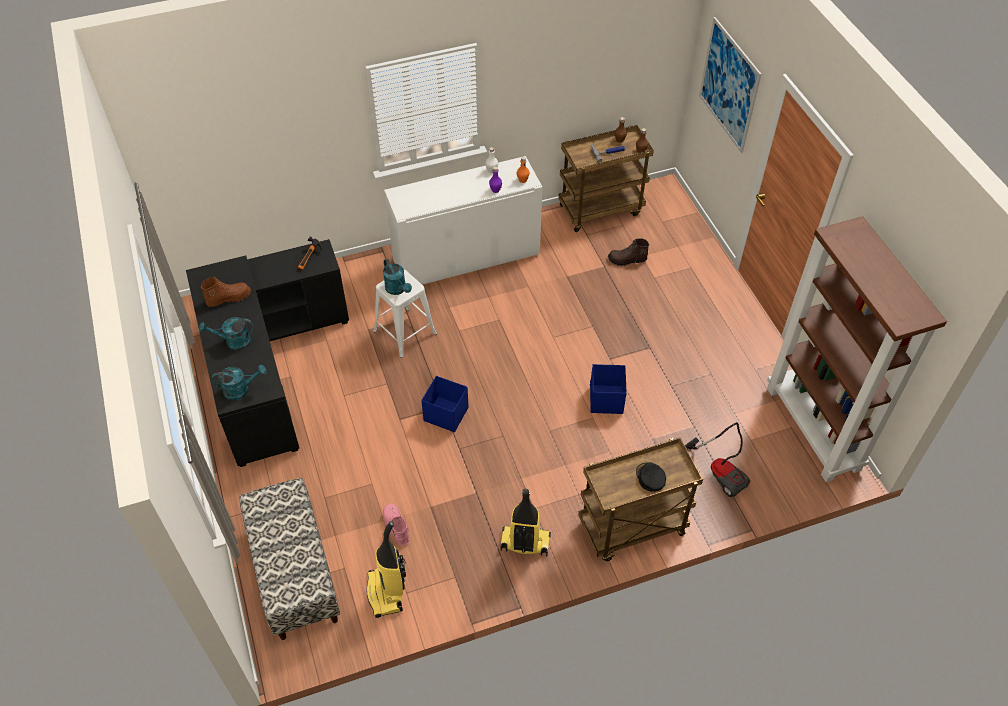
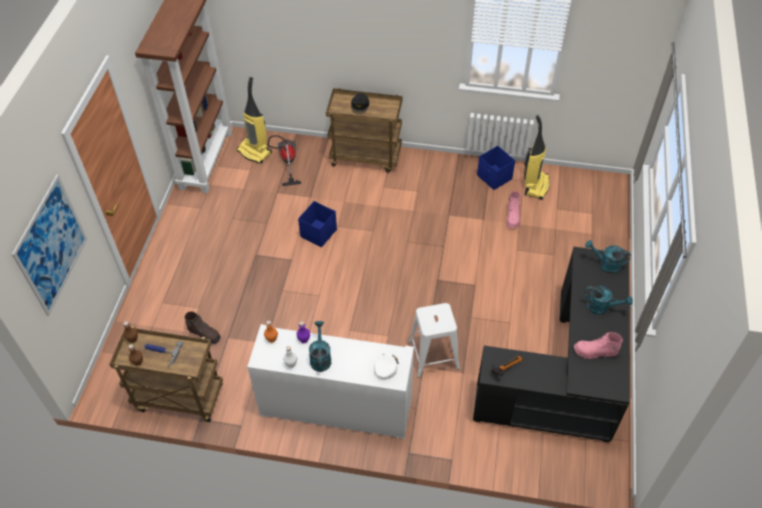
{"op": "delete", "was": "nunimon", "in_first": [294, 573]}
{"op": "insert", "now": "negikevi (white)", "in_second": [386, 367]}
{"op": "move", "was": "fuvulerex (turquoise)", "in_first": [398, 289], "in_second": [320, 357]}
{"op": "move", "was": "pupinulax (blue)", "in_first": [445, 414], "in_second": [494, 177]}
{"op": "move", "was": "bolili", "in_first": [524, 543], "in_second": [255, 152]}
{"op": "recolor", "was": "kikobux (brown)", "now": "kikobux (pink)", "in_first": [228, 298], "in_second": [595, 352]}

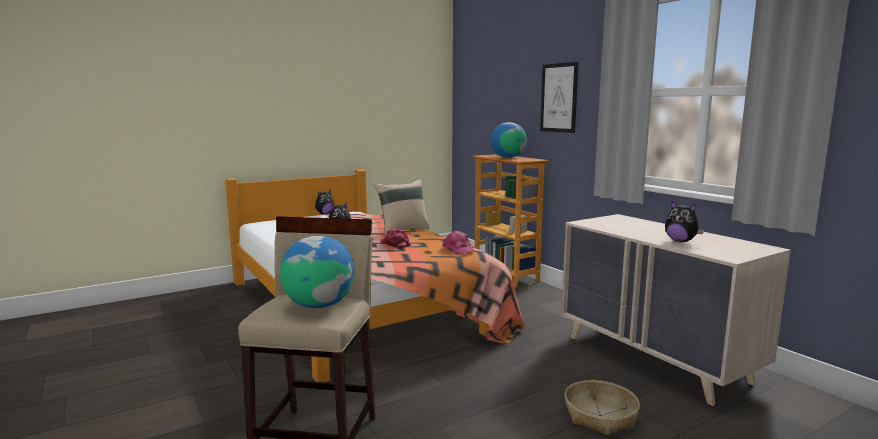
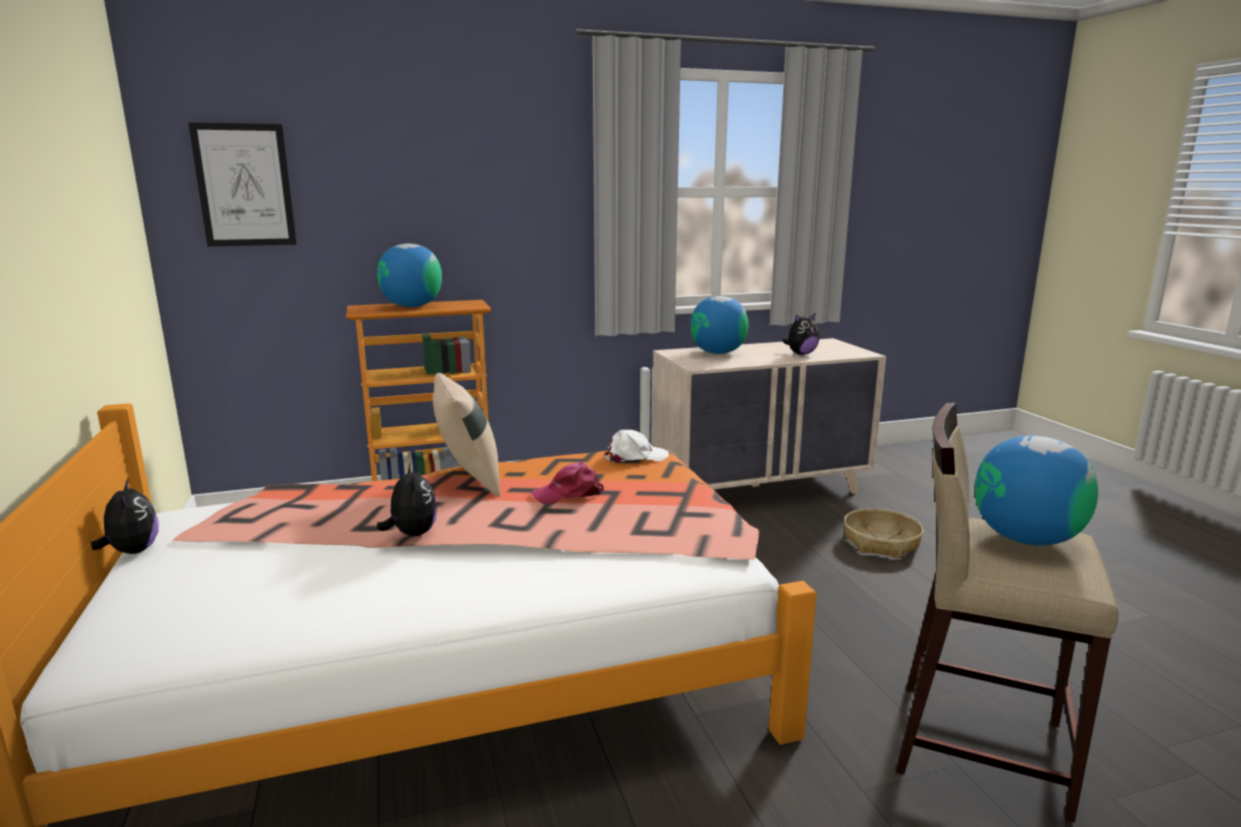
{"op": "insert", "now": "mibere", "in_second": [718, 353]}
{"op": "move", "was": "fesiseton", "in_first": [559, 98], "in_second": [244, 185]}
{"op": "recolor", "was": "negikevi (pink)", "now": "negikevi (white)", "in_first": [458, 249], "in_second": [635, 457]}

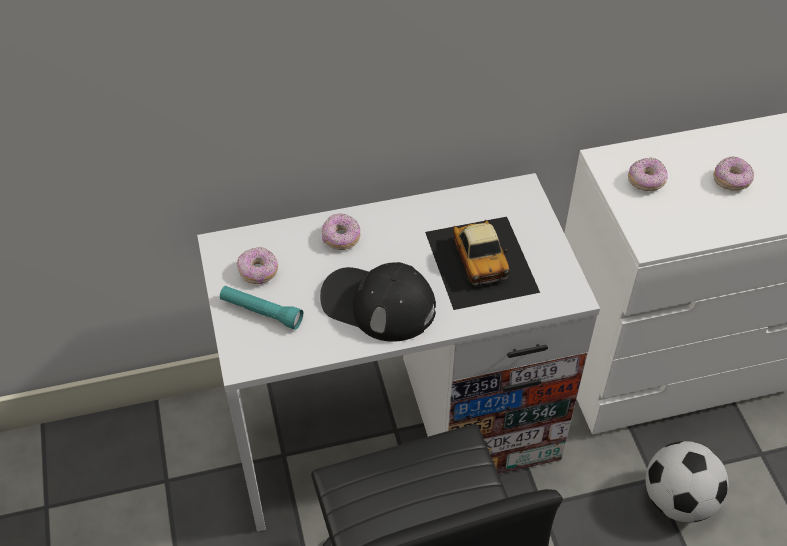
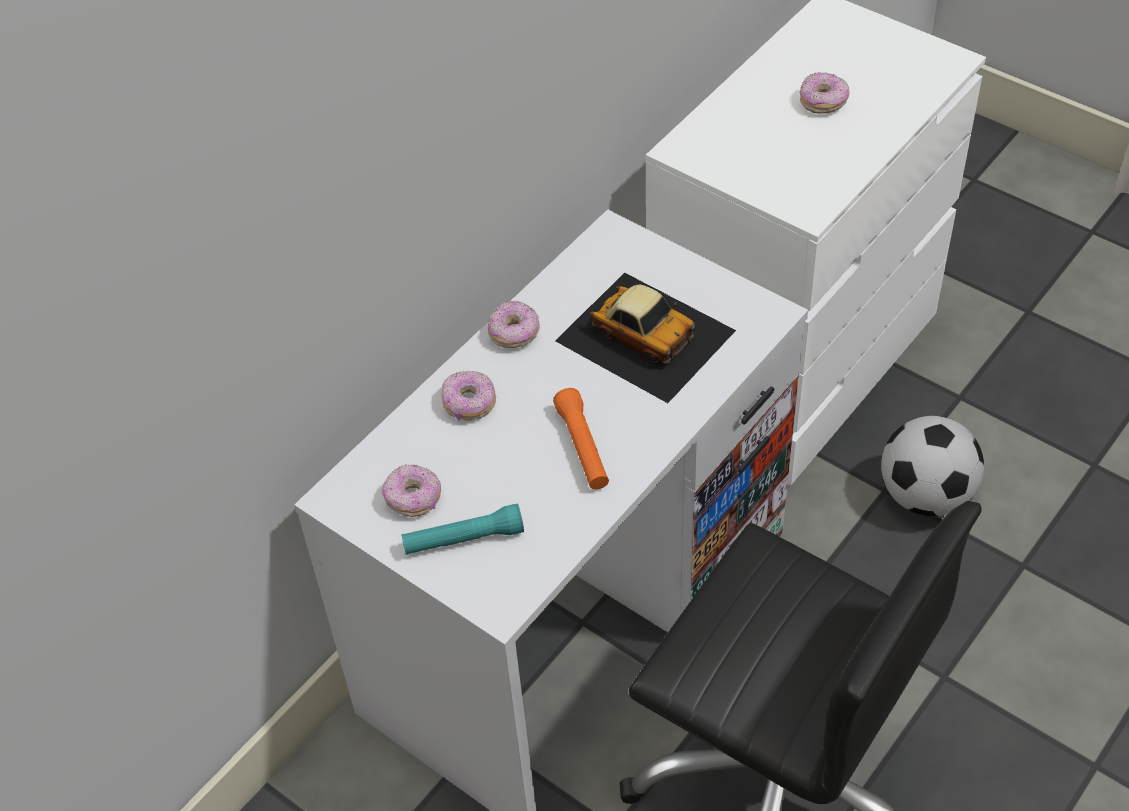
{"op": "move", "was": "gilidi", "in_first": [646, 181], "in_second": [514, 334]}
{"op": "replace", "was": "negikevi (black)", "now": "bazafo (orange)", "in_first": [378, 304], "in_second": [582, 447]}

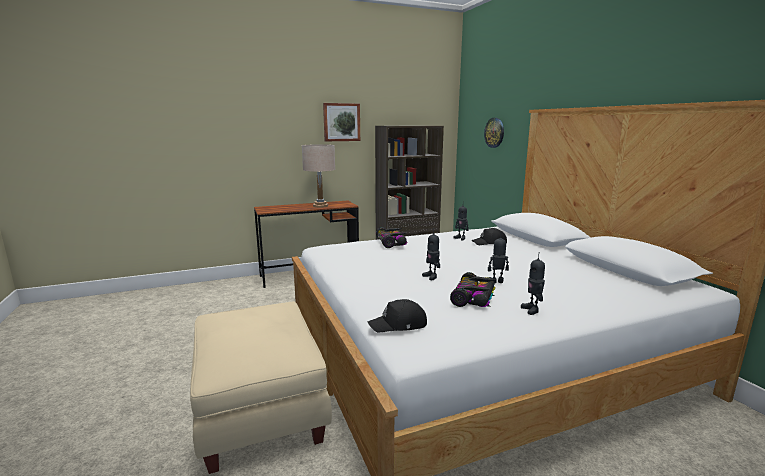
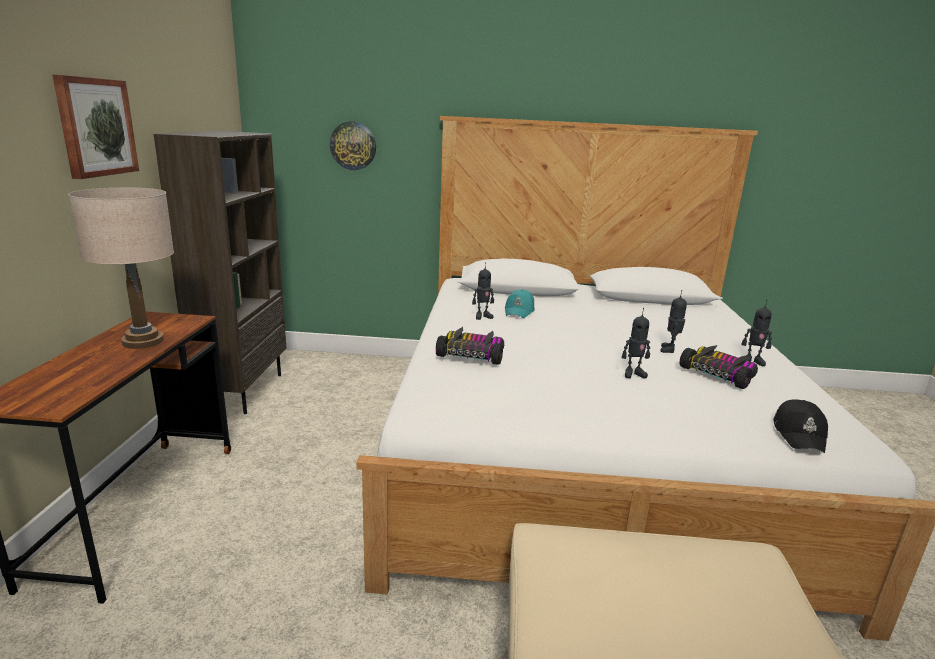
{"op": "recolor", "was": "negikevi (black)", "now": "negikevi (turquoise)", "in_first": [490, 243], "in_second": [520, 311]}

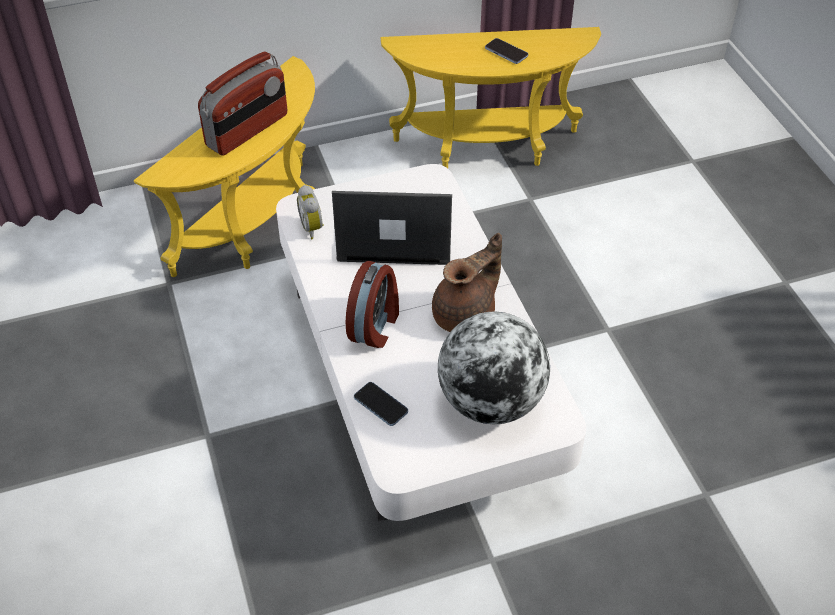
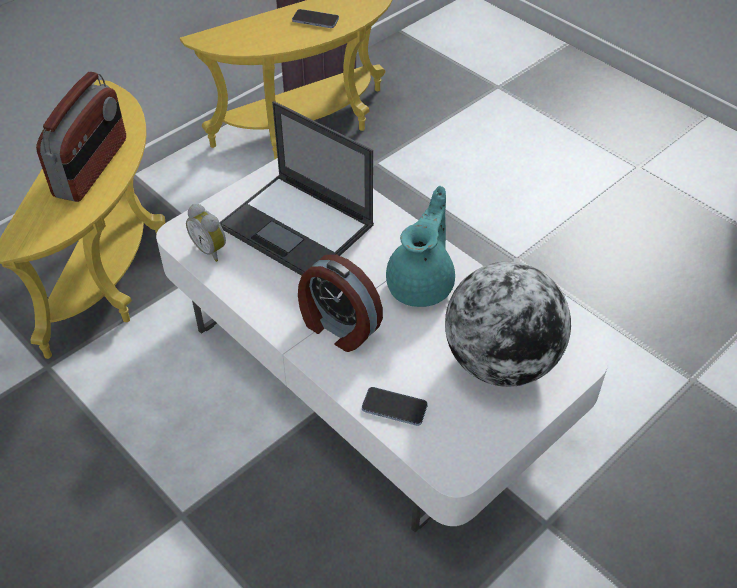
{"op": "recolor", "was": "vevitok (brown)", "now": "vevitok (turquoise)", "in_first": [466, 315], "in_second": [422, 284]}
{"op": "rotate", "was": "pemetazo", "in_first": [393, 232], "in_second": [298, 227], "clockwise": -120}
{"op": "rotate", "was": "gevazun", "in_first": [375, 326], "in_second": [338, 327], "clockwise": 135}

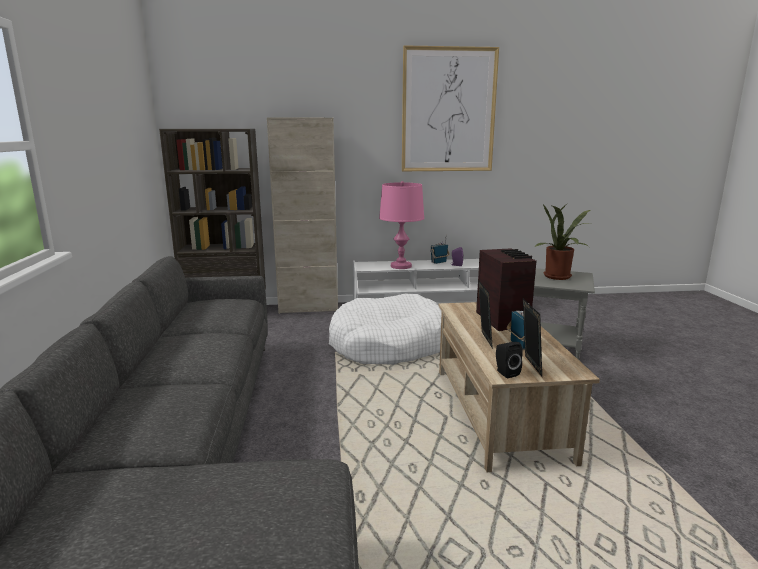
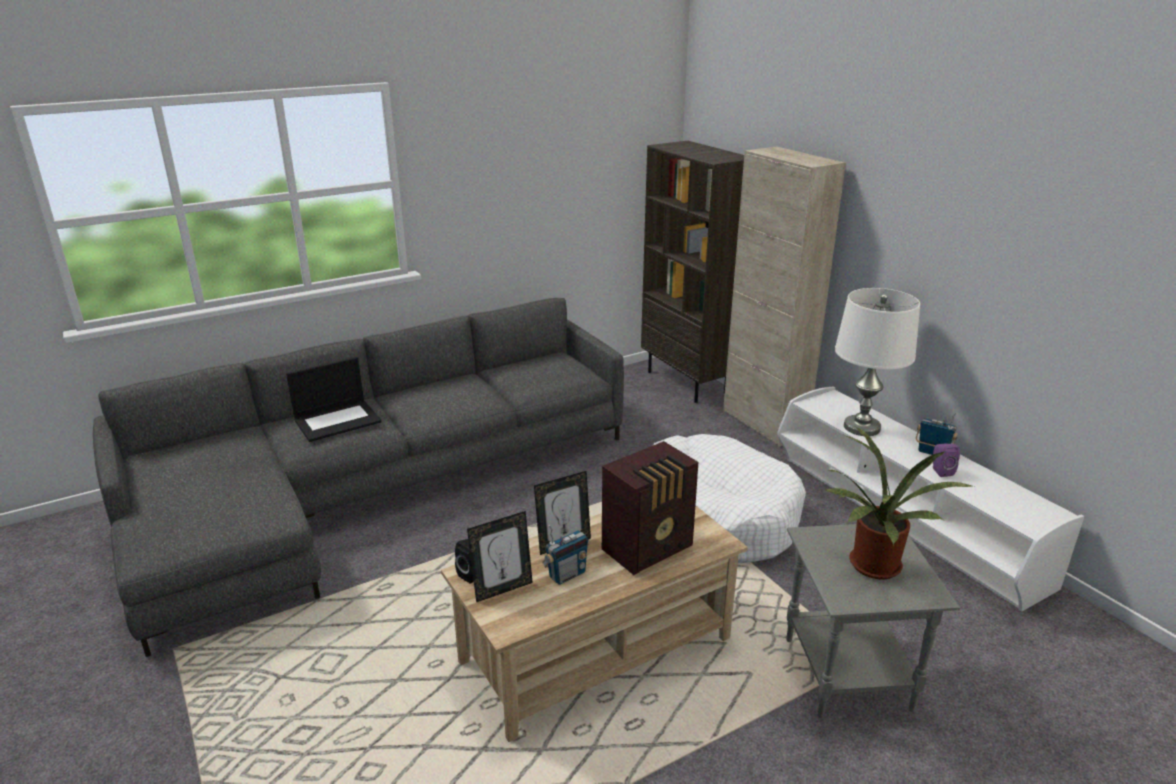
{"op": "delete", "was": "fesiseton", "in_first": [448, 110]}
{"op": "insert", "now": "pemetazo", "in_second": [338, 420]}
{"op": "recolor", "was": "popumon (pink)", "now": "popumon (white)", "in_first": [400, 266], "in_second": [861, 427]}

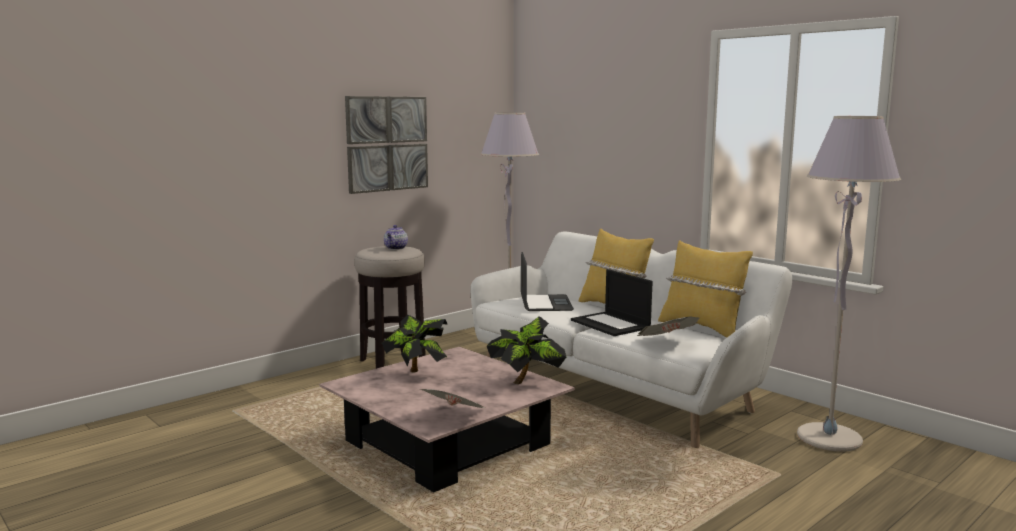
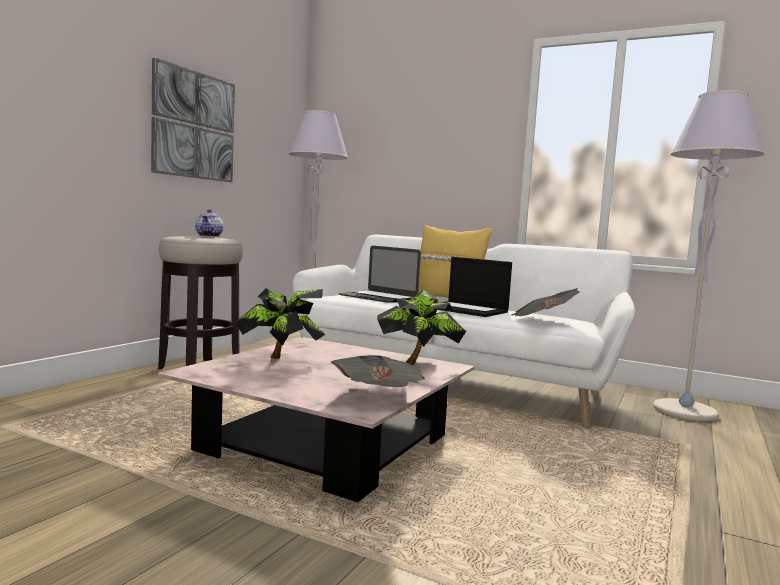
{"op": "delete", "was": "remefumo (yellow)", "in_first": [702, 327]}
{"op": "rotate", "was": "pemetazo", "in_first": [545, 303], "in_second": [378, 297], "clockwise": 150}

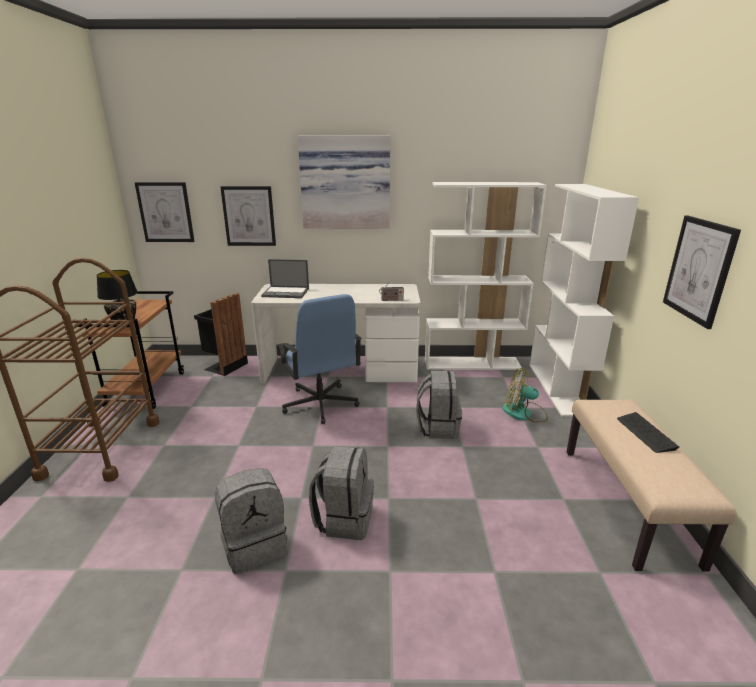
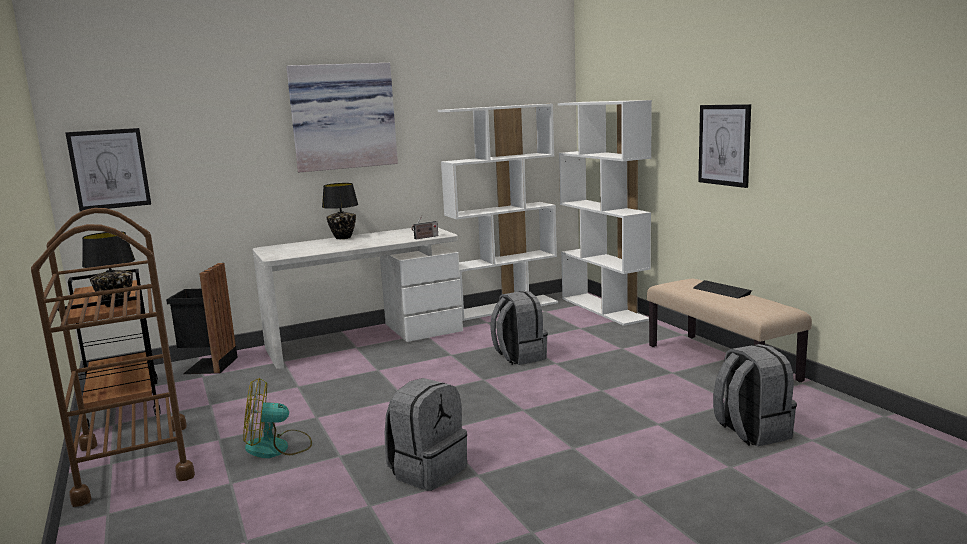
{"op": "delete", "was": "fesiseton", "in_first": [249, 216]}
{"op": "delete", "was": "pemetazo", "in_first": [286, 292]}
{"op": "delete", "was": "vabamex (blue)", "in_first": [320, 404]}
{"op": "insert", "now": "popumon (black)", "in_second": [343, 237]}
{"op": "move", "was": "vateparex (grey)", "in_first": [344, 519], "in_second": [751, 432]}
{"op": "move", "was": "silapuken", "in_first": [524, 413], "in_second": [277, 447]}

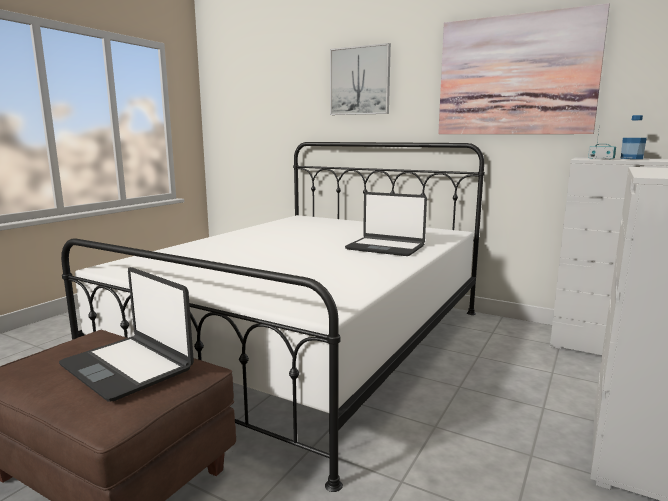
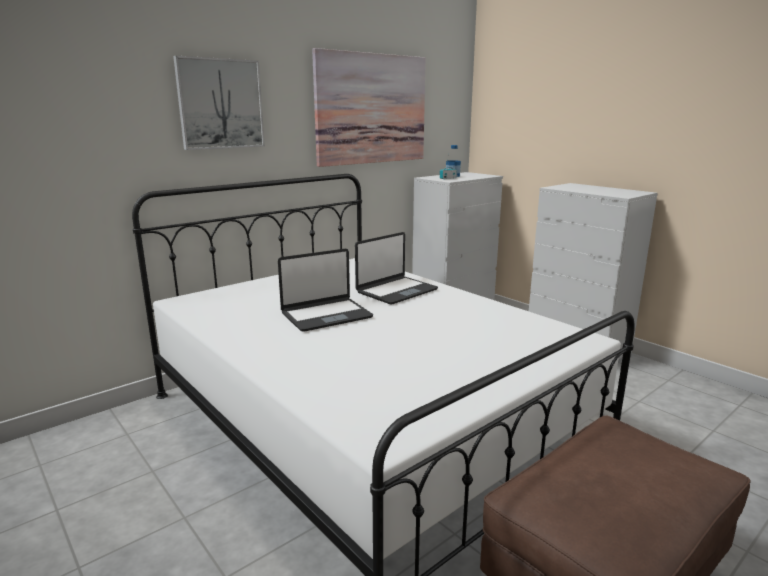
{"op": "move", "was": "pemetazo", "in_first": [128, 367], "in_second": [326, 315]}

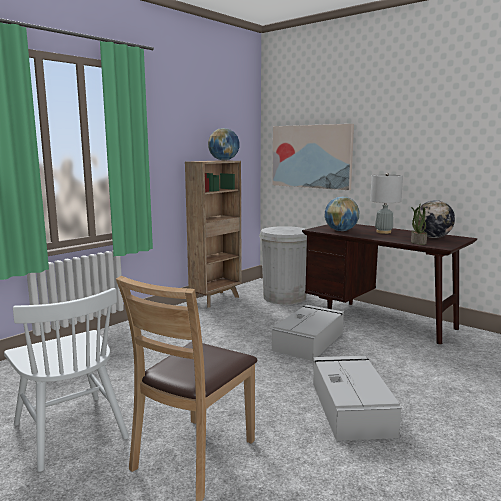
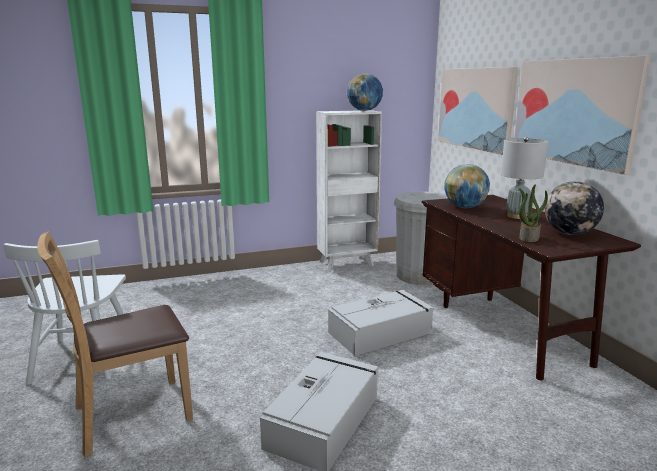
{"op": "insert", "now": "fesiseton", "in_second": [574, 111]}
{"op": "recolor", "was": "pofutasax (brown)", "now": "pofutasax (white)", "in_first": [216, 299], "in_second": [347, 263]}

